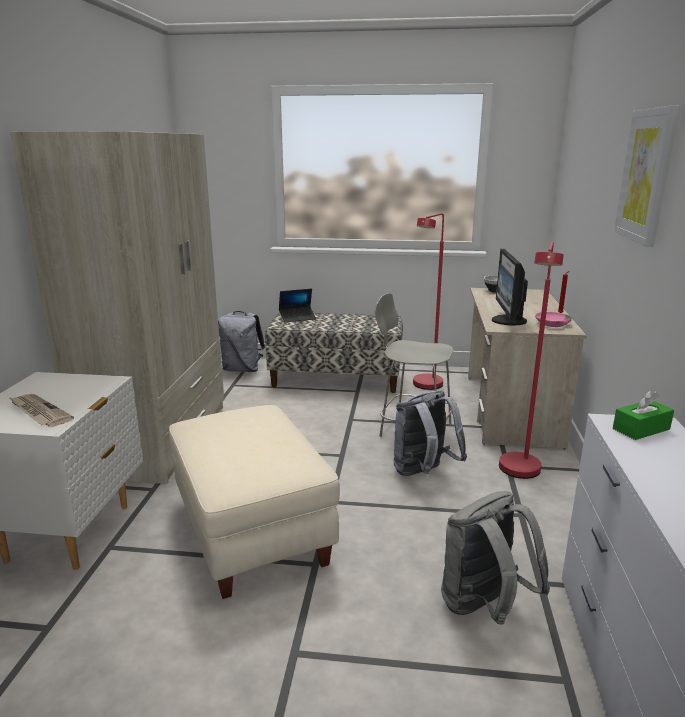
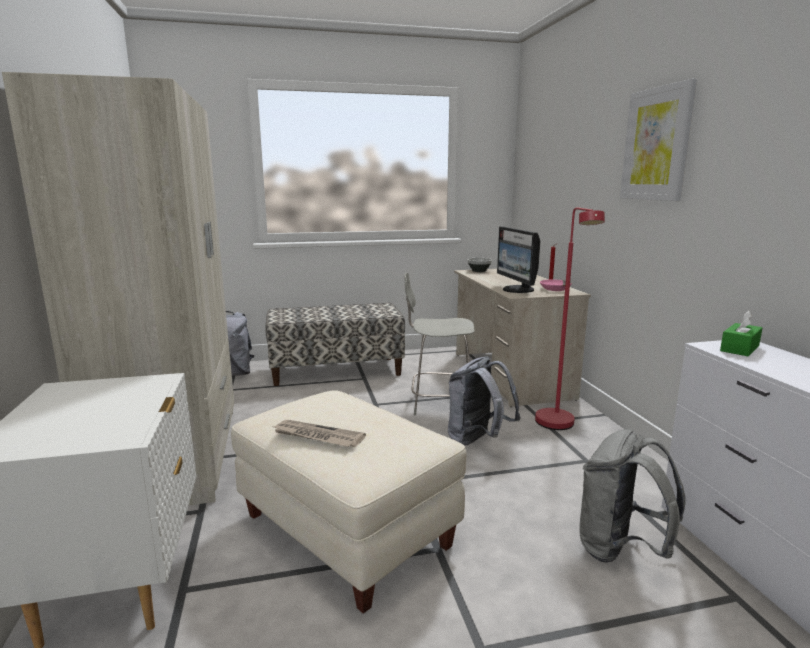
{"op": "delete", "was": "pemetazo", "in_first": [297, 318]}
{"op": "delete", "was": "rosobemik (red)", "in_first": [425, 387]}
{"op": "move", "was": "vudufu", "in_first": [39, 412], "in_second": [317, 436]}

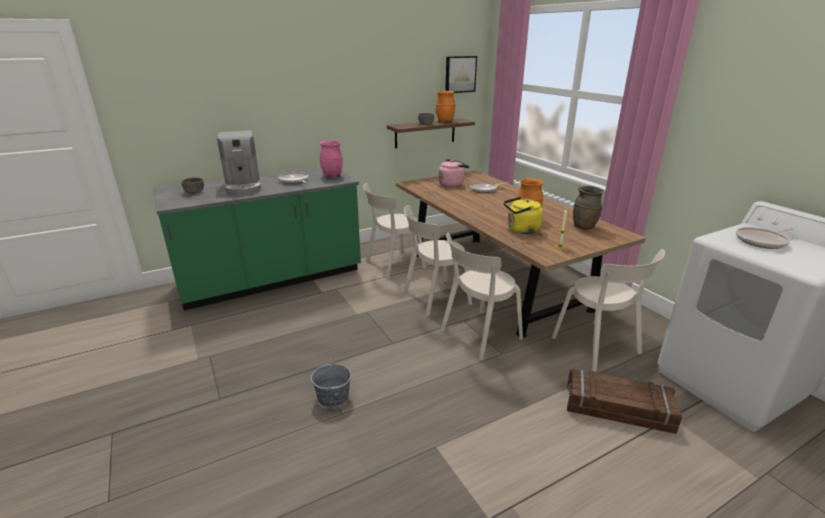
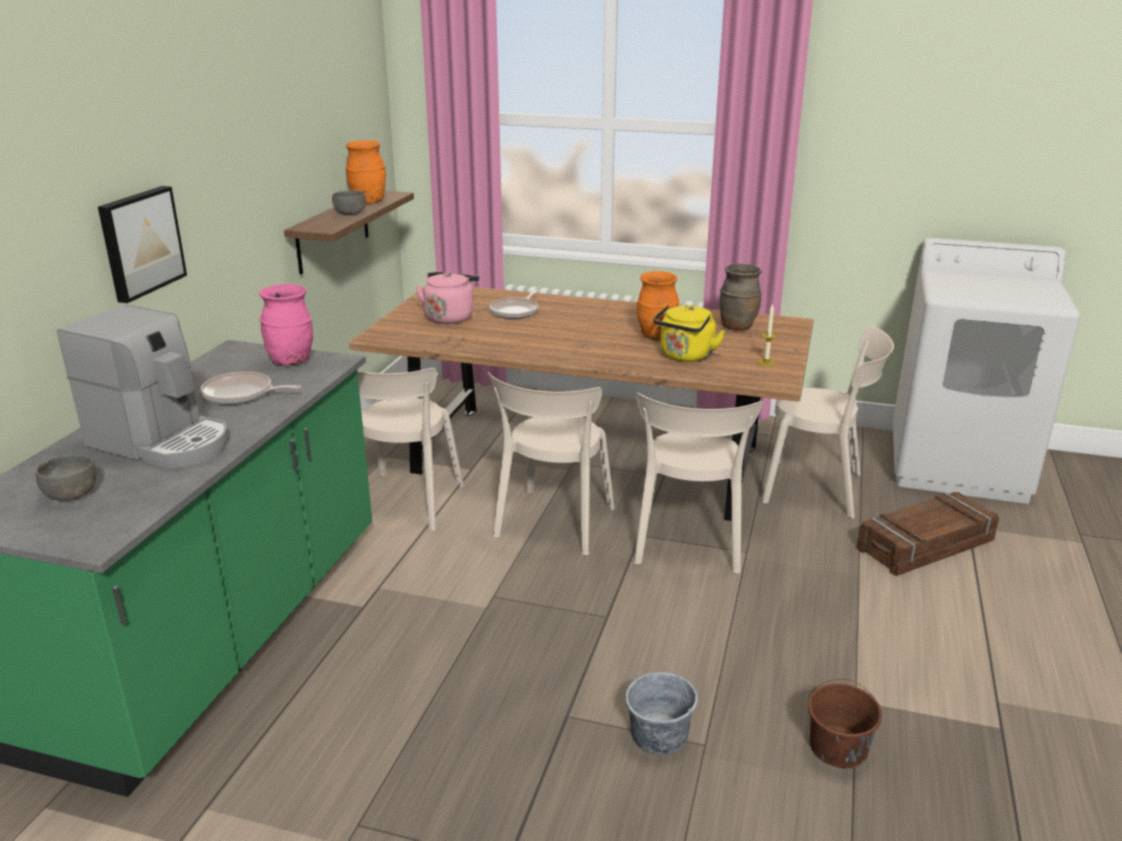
{"op": "delete", "was": "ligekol", "in_first": [762, 241]}
{"op": "insert", "now": "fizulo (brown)", "in_second": [839, 747]}
{"op": "move", "was": "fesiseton", "in_first": [460, 74], "in_second": [140, 242]}

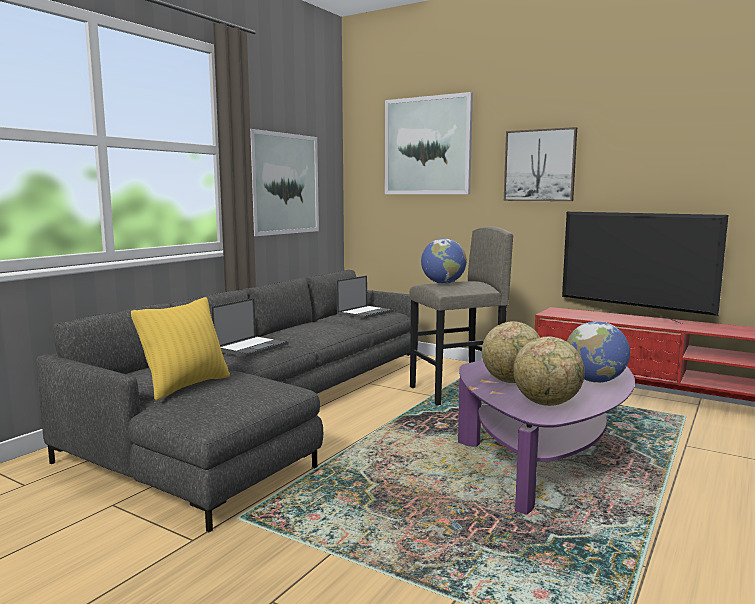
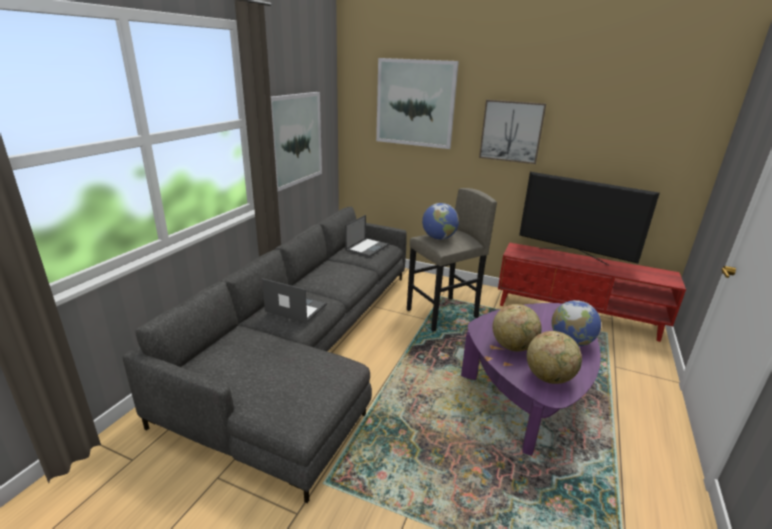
{"op": "delete", "was": "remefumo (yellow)", "in_first": [186, 386]}
{"op": "rotate", "was": "pemetazo", "in_first": [251, 347], "in_second": [295, 308], "clockwise": -90}

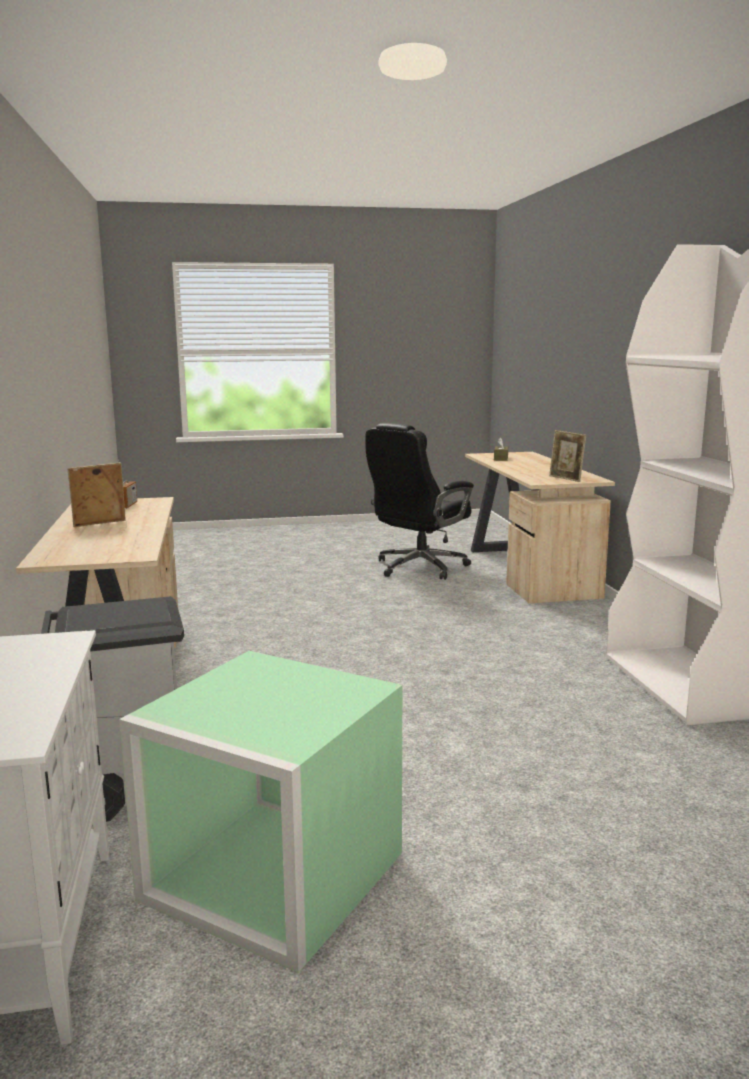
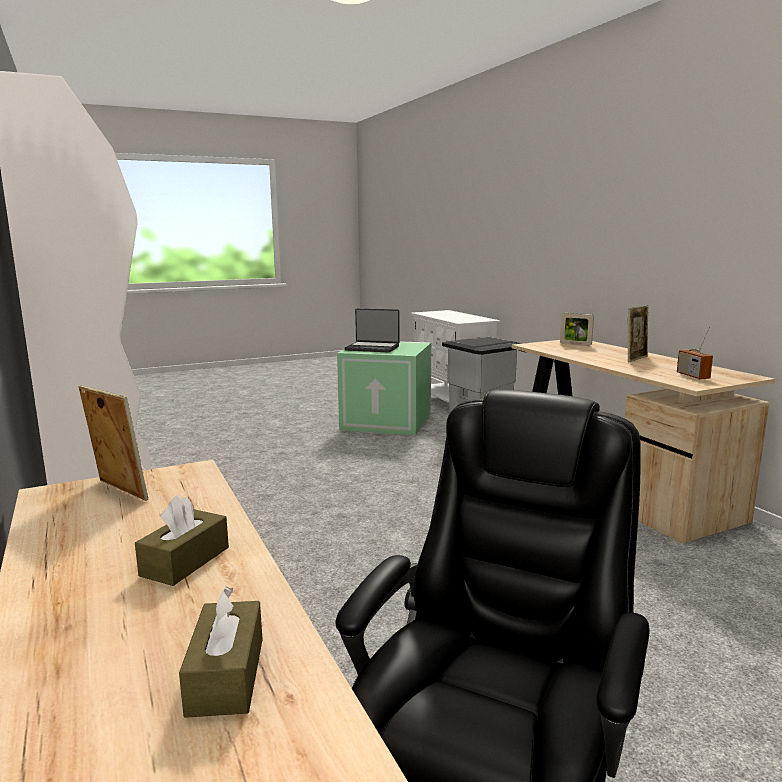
{"op": "insert", "now": "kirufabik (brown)", "in_second": [185, 561]}
{"op": "insert", "now": "pemetazo", "in_second": [372, 348]}
{"op": "insert", "now": "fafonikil", "in_second": [575, 344]}

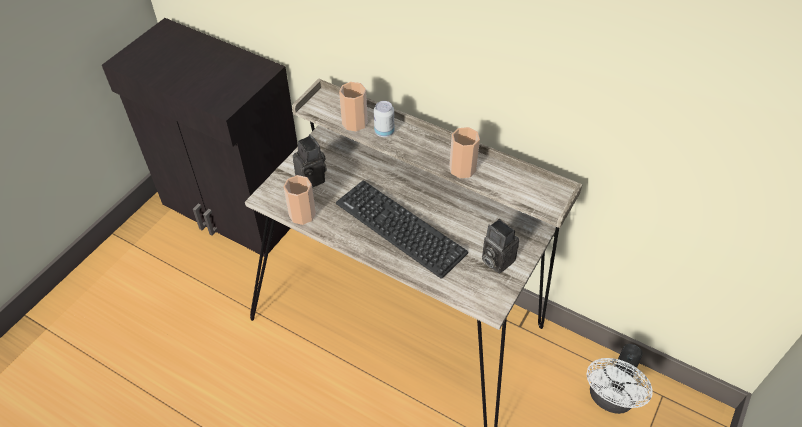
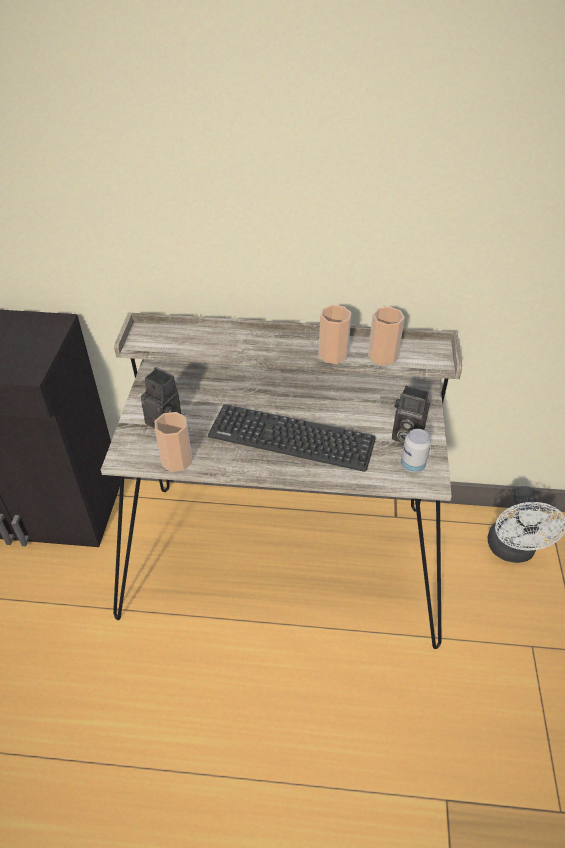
{"op": "move", "was": "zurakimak", "in_first": [354, 122], "in_second": [383, 356]}
{"op": "move", "was": "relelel", "in_first": [384, 132], "in_second": [412, 465]}

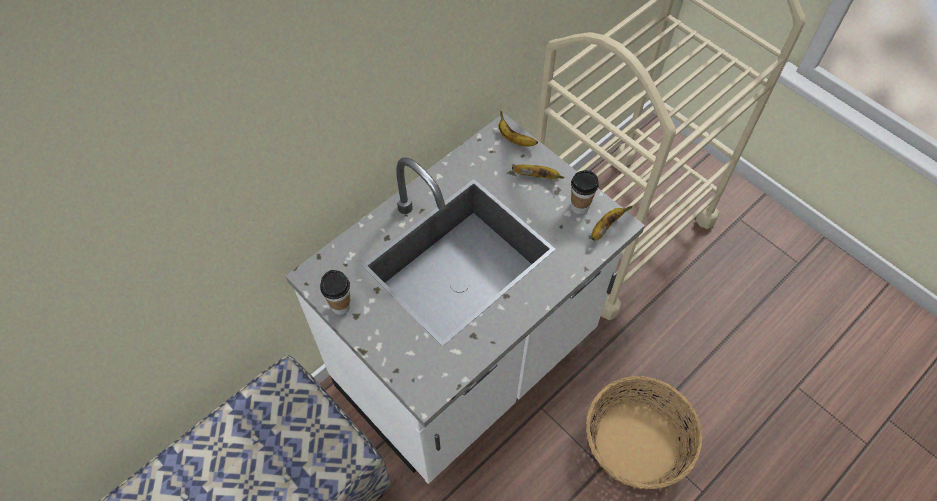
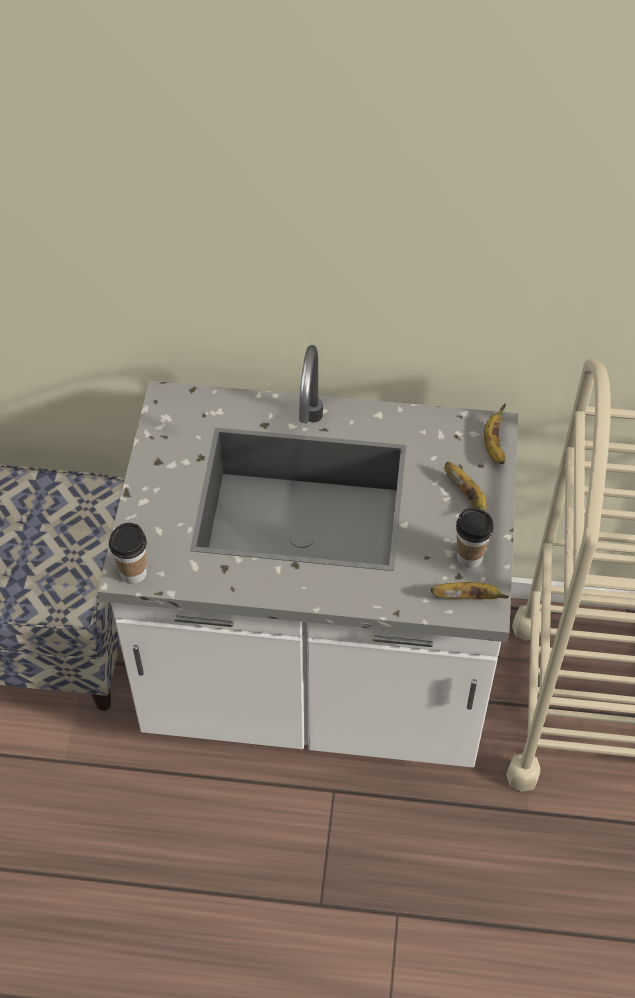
{"op": "delete", "was": "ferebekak", "in_first": [637, 442]}
{"op": "move", "was": "zurakimak", "in_first": [341, 305], "in_second": [133, 573]}

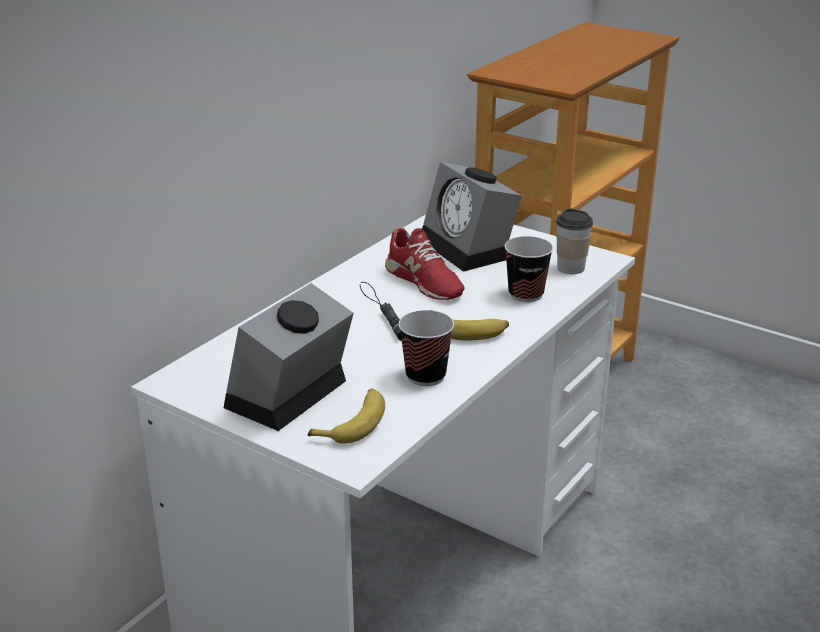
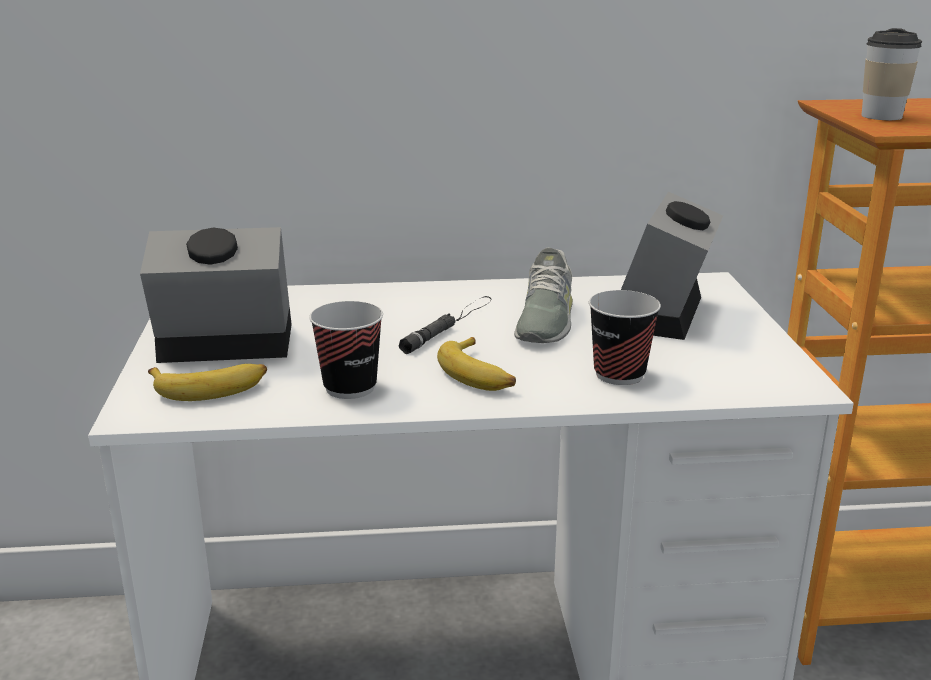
{"op": "move", "was": "zurakimak", "in_first": [570, 268], "in_second": [881, 116]}
{"op": "recolor", "was": "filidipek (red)", "now": "filidipek (grey)", "in_first": [423, 282], "in_second": [544, 320]}

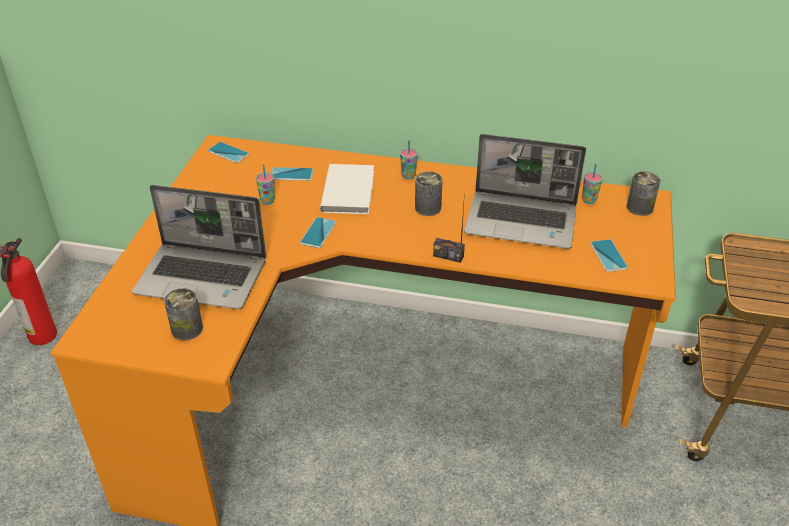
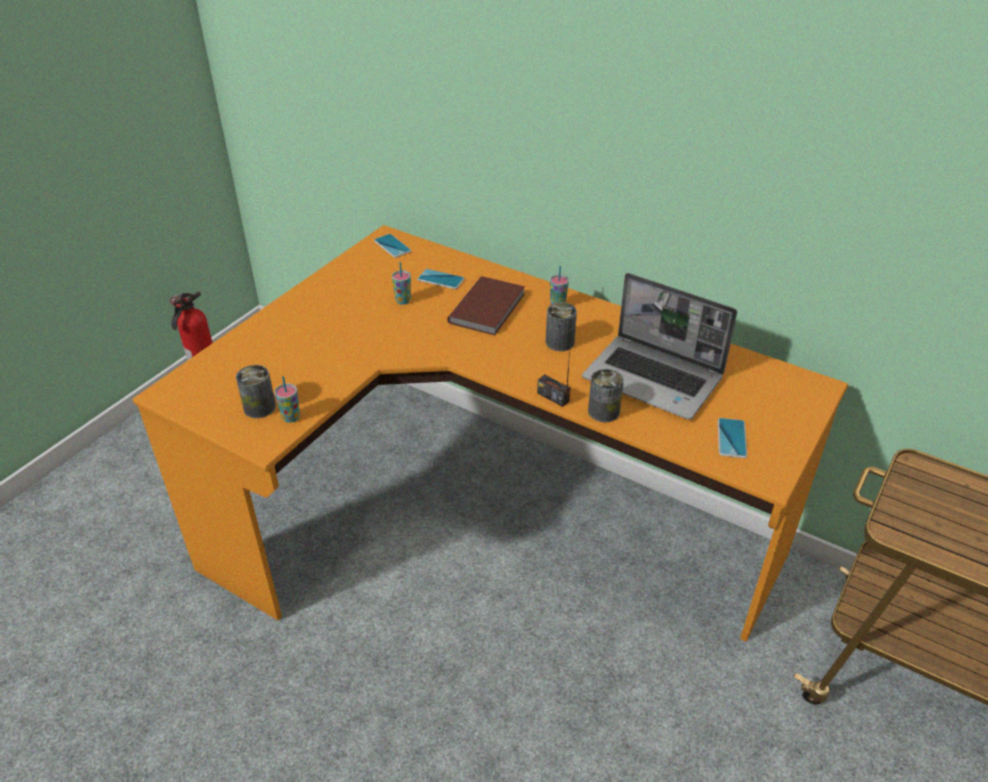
{"op": "delete", "was": "pemetazo", "in_first": [203, 277]}
{"op": "delete", "was": "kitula", "in_first": [318, 233]}
{"op": "move", "was": "zurakimak", "in_first": [589, 200], "in_second": [291, 417]}
{"op": "move", "was": "relelel", "in_first": [639, 207], "in_second": [603, 411]}
{"op": "recolor", "was": "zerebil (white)", "now": "zerebil (brown)", "in_first": [350, 191], "in_second": [489, 308]}

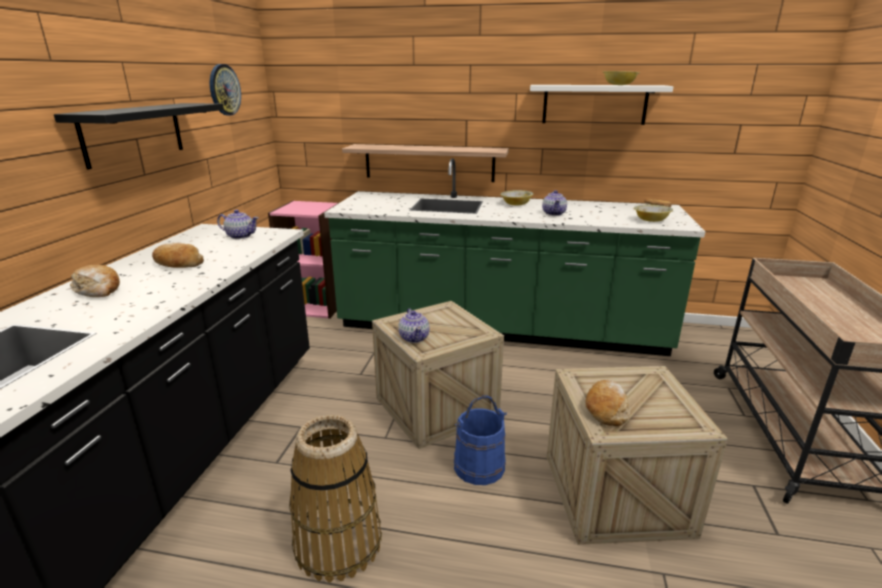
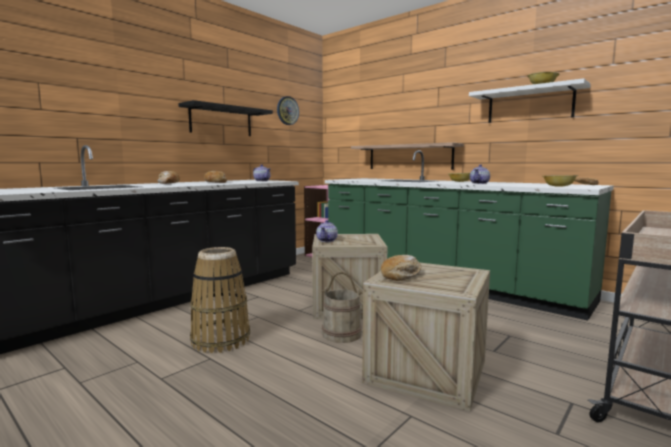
{"op": "recolor", "was": "fizulo (blue)", "now": "fizulo (beige)", "in_first": [479, 466], "in_second": [341, 334]}

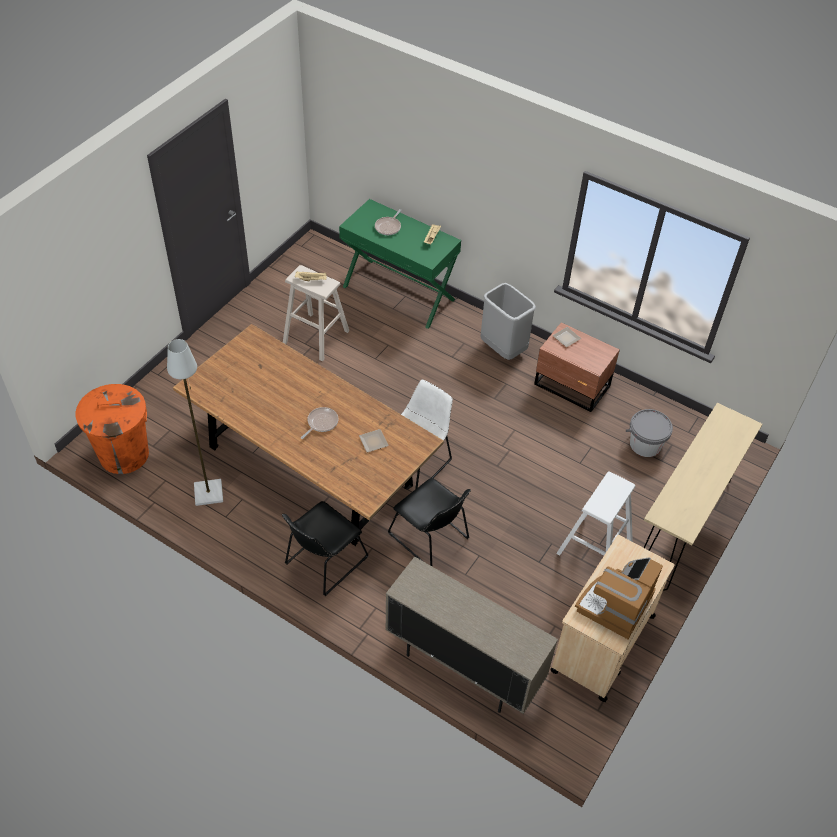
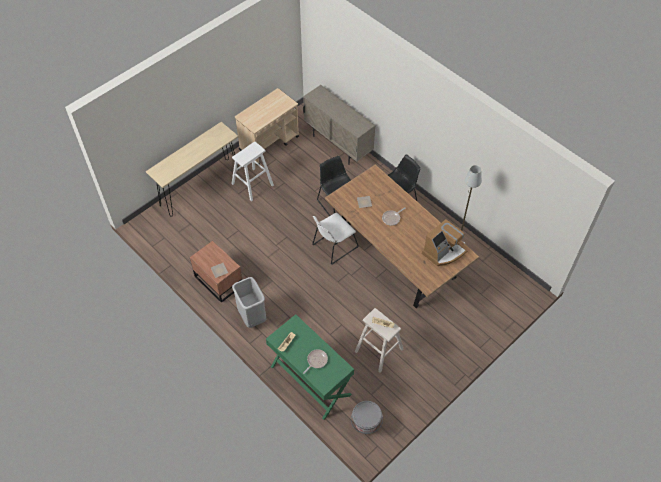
{"op": "delete", "was": "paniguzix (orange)", "in_first": [124, 454]}
{"op": "move", "was": "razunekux", "in_first": [615, 604], "in_second": [443, 252]}
{"op": "move", "was": "fizulo (grey)", "in_first": [645, 444], "in_second": [366, 423]}

